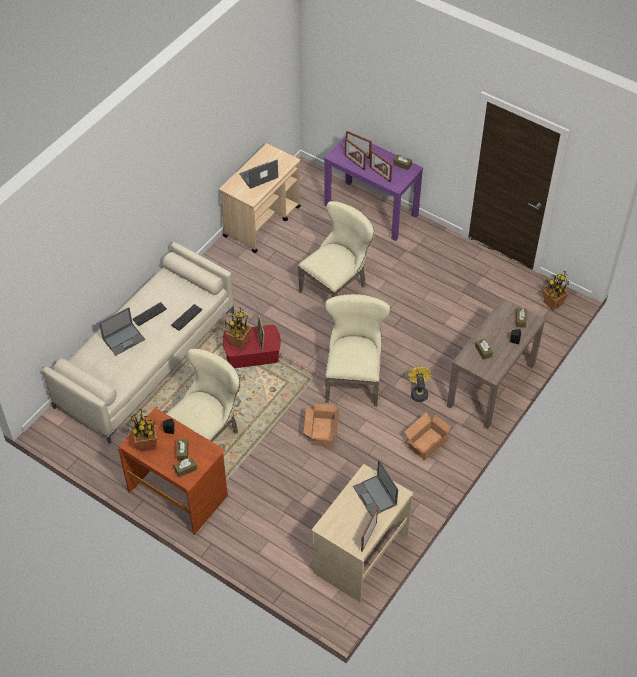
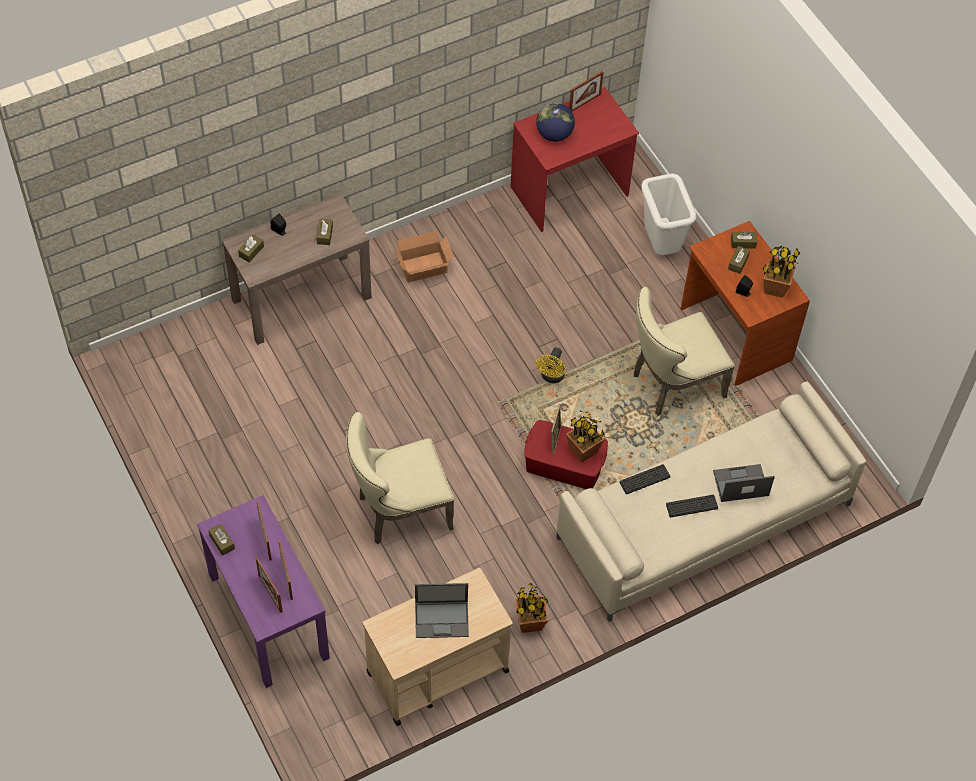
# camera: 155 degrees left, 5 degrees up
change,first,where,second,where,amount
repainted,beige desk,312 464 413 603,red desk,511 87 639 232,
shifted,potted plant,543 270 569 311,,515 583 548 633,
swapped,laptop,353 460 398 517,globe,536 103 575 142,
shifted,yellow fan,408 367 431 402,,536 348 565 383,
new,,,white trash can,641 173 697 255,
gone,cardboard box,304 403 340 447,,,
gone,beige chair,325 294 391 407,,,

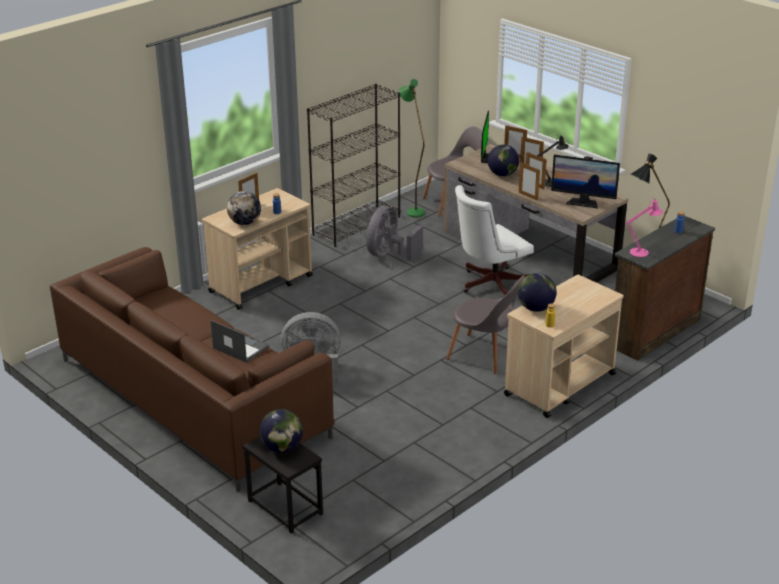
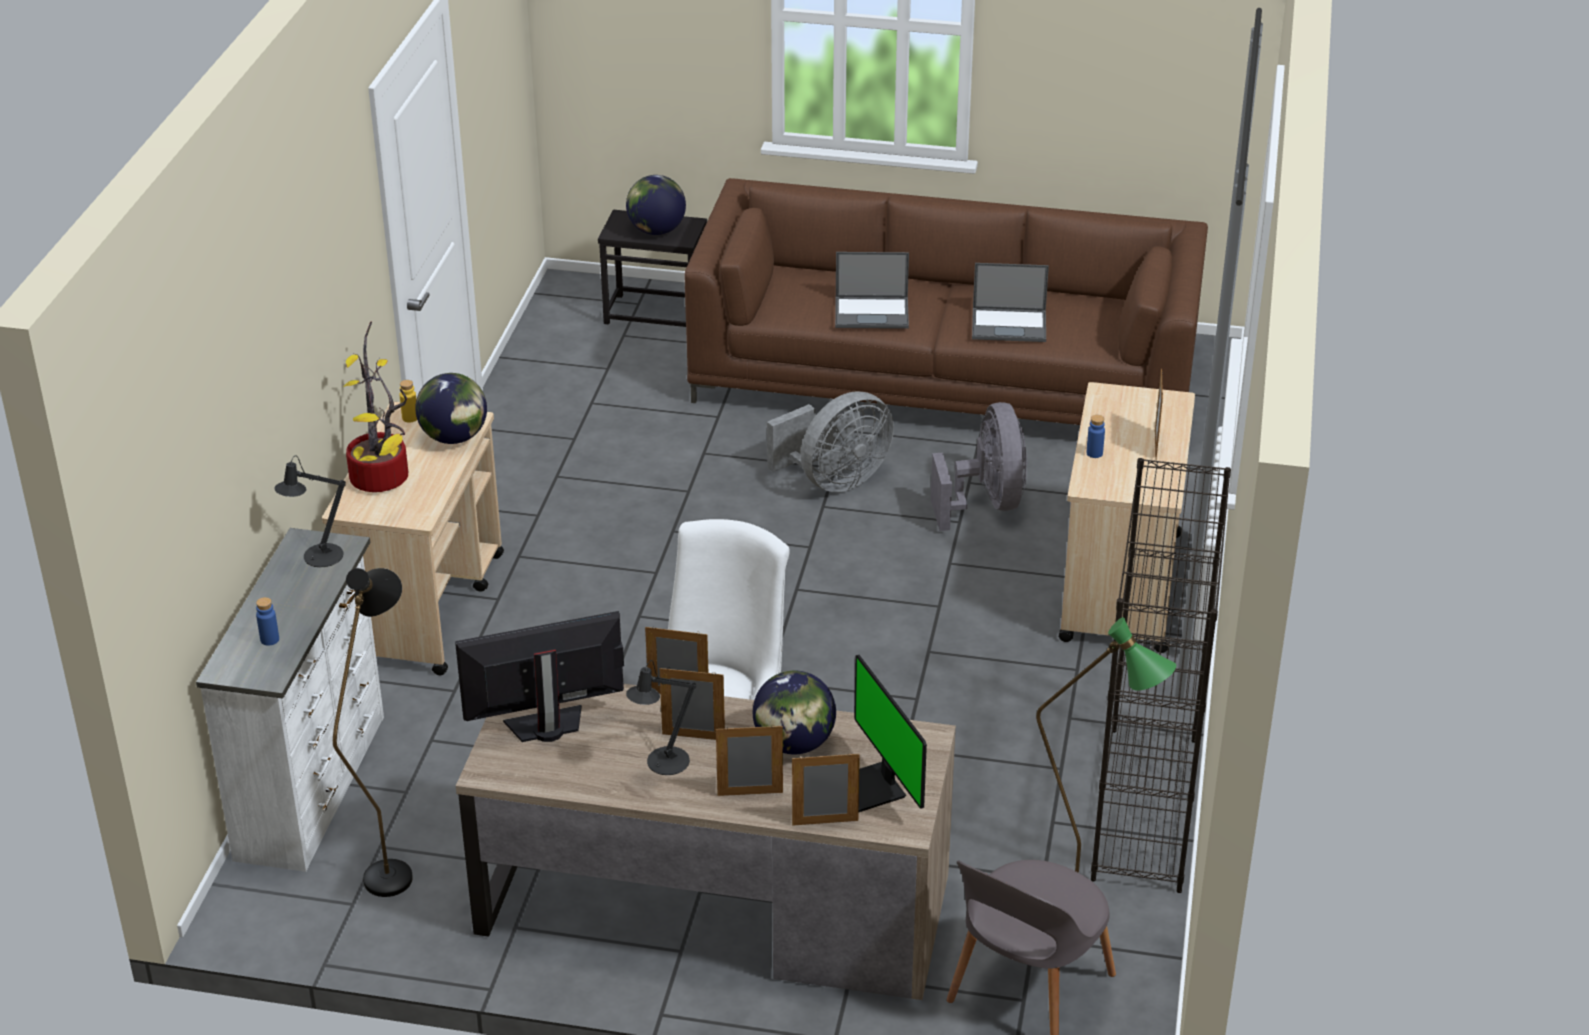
# camera: 145 degrees right, 5 degrees up
change,first,where,second,where,amount
repainted,brown dresser,614 216 715 361,white dresser,196 528 384 872,
repainted,pink table lamp,626 198 663 257,black table lamp,274 456 346 567,
new,,,potted plant,343 322 408 492,
shifted,grey fan,366 206 423 261,,931 402 1027 531,
new,,,laptop,972 263 1049 342,
gone,globe,227 191 261 225,,,
gone,grey chair,446 275 525 374,,,

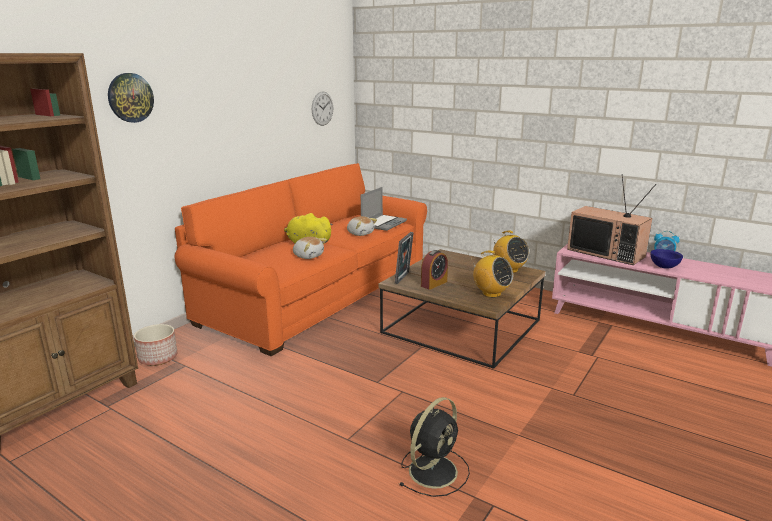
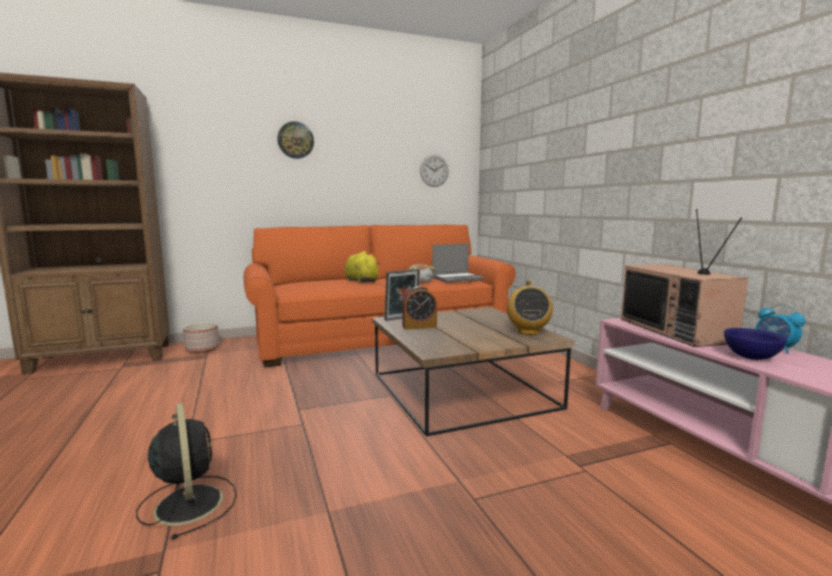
# camera: 35 degrees right, 10 degrees down
change,first,where,second,where,amount
rotated,black fan,400 397 470 497,,136 403 237 540,105 degrees counterclockwise
shifted,wall clock,108 73 154 123,,277 121 314 159,
gone,plush toy,293 237 327 259,,,
gone,radio,471 251 513 298,,,

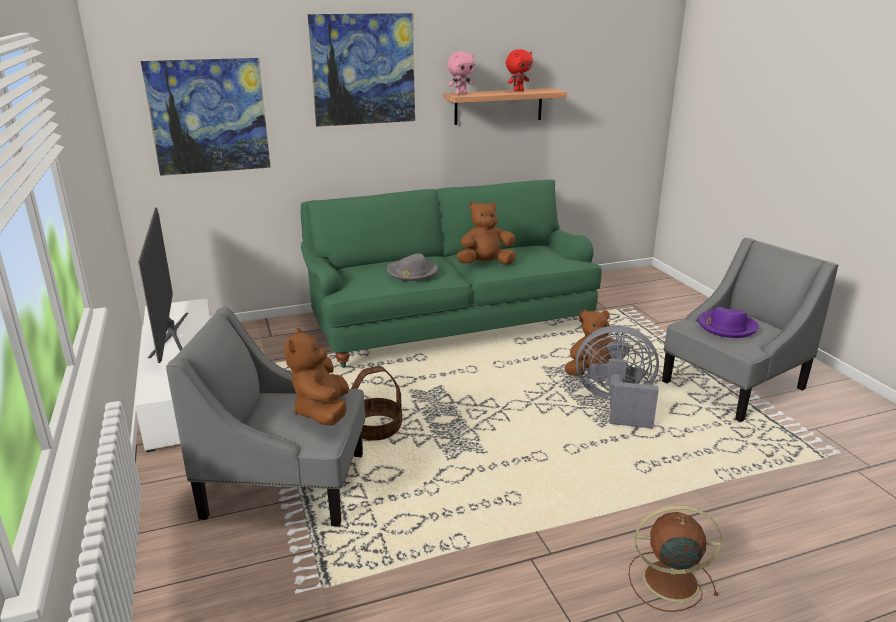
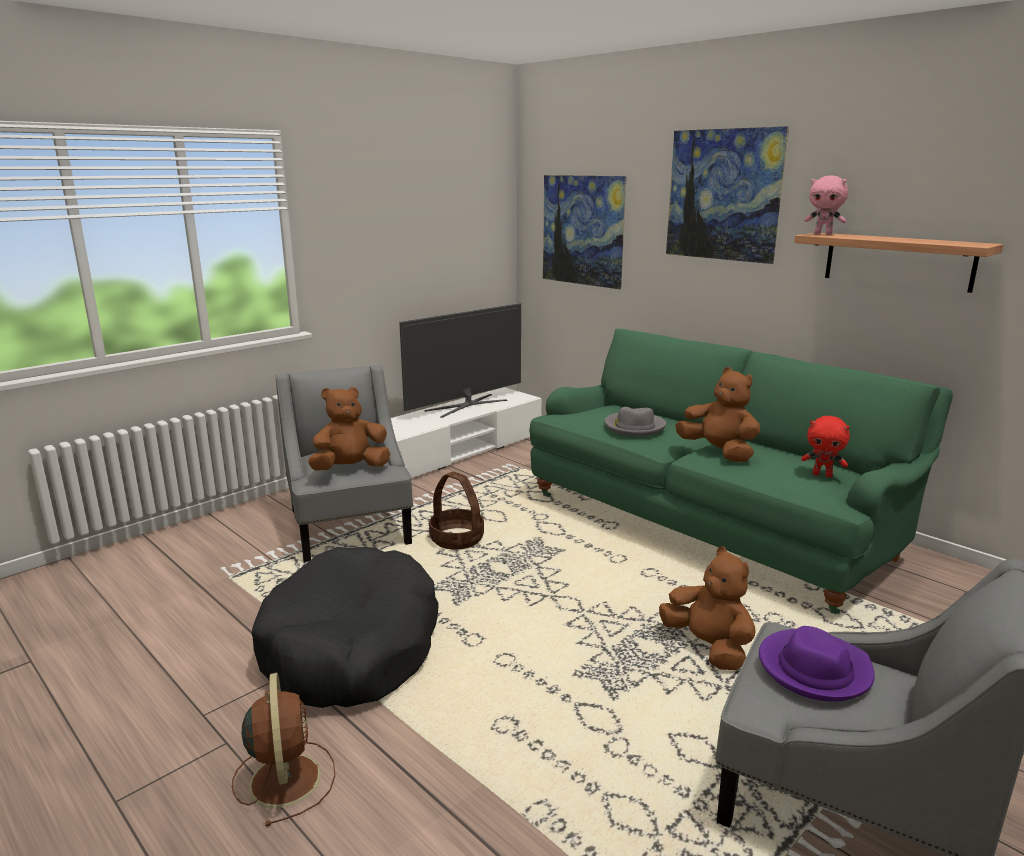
# camera: 65 degrees right, 5 degrees down
change,first,where,second,where,amount
new,,,black dog bed,252 547 439 708,
shifted,red plush toy,506 49 533 91,,801 416 850 477,
gone,grey fan,576 326 659 429,,,

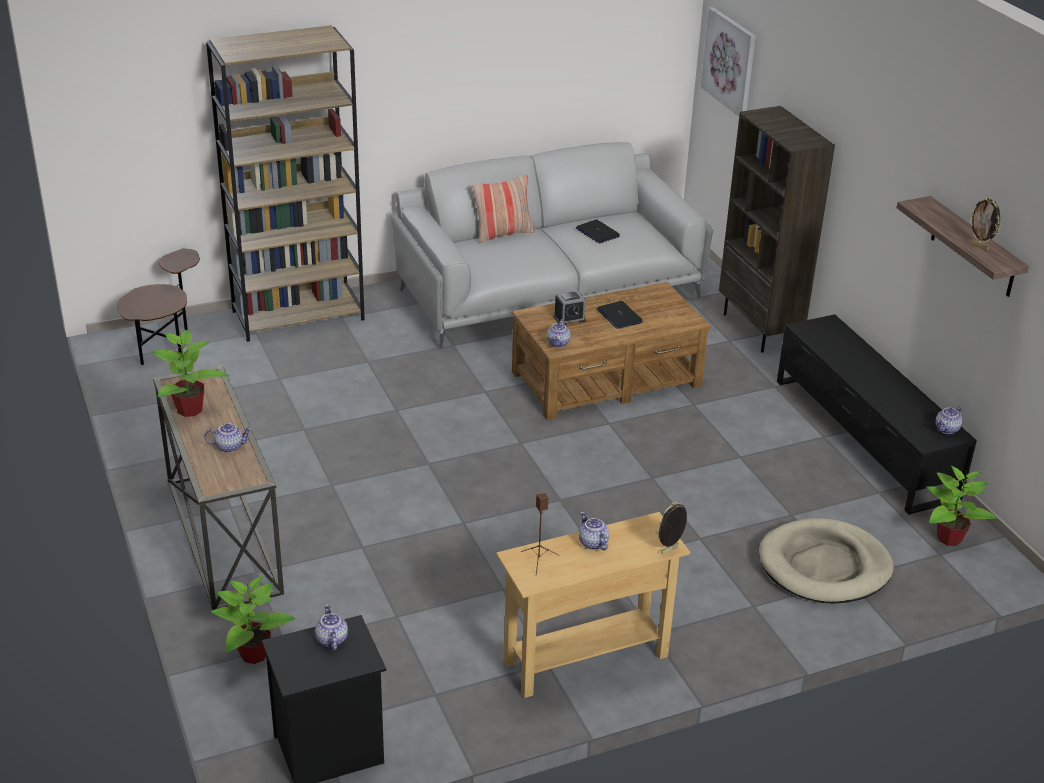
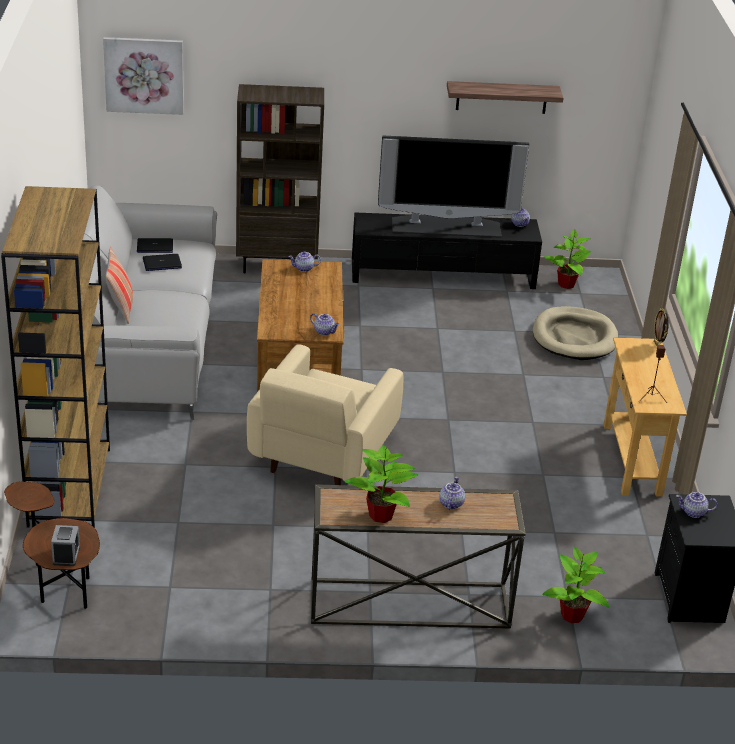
# camera: 70 degrees left, 0 degrees up
change,first,where,second,where,amount
shifted,alarm clock,553 290 586 325,,51 525 80 566,
shifted,laptop,597 301 643 329,,137 238 173 253,
new,,,beige armchair,247 344 403 485,
shifted,teapot,579 512 609 550,,288 251 321 272,
new,,,television,378 135 529 238,
gone,picture frame,970 197 1001 250,,,

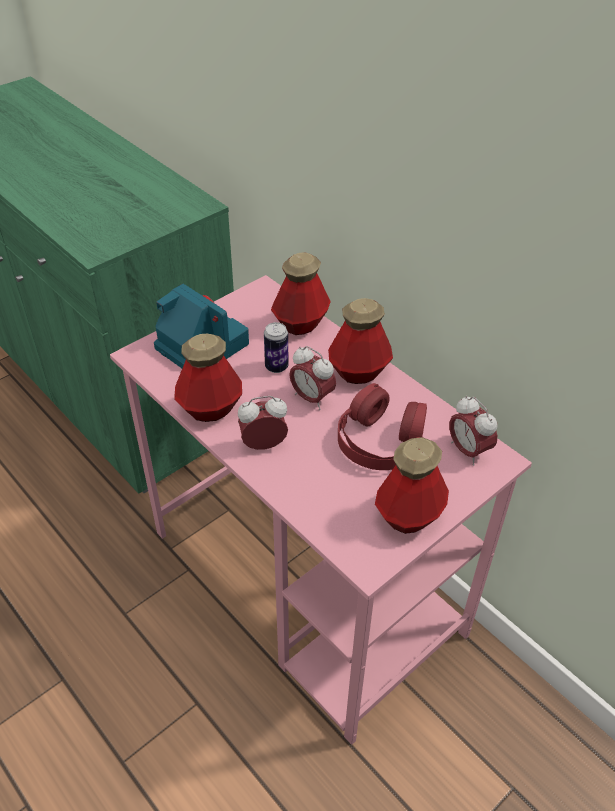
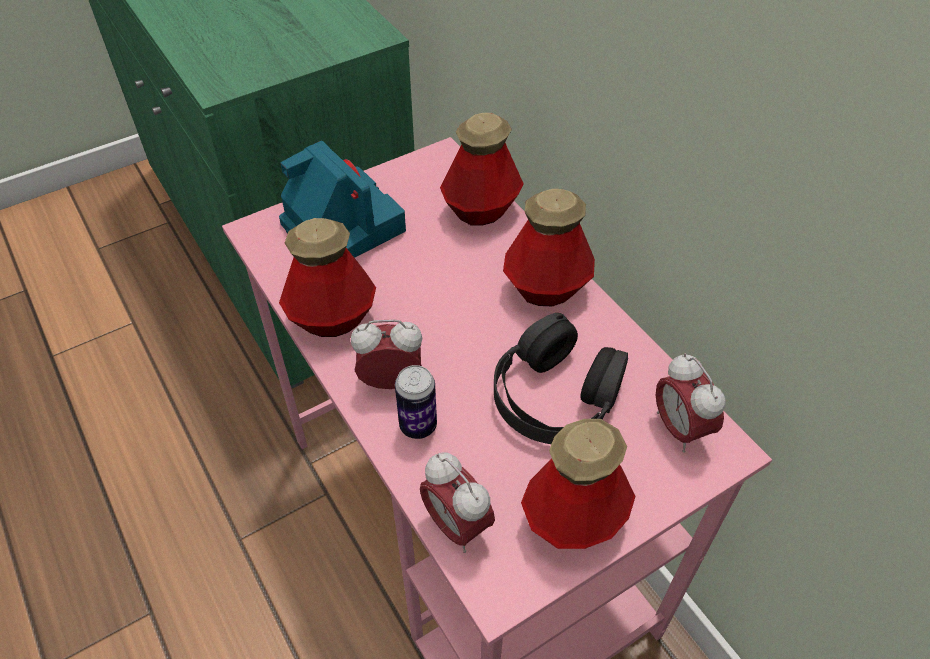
# camera: 10 degrees right, 5 degrees up
change,first,where,second,where,amount
shifted,can,264 322 289 373,,395 365 437 439,
shifted,alarm clock,289 346 336 410,,420 452 495 553,
repainted,red headphones,338 383 427 470,black headphones,494 313 628 444,

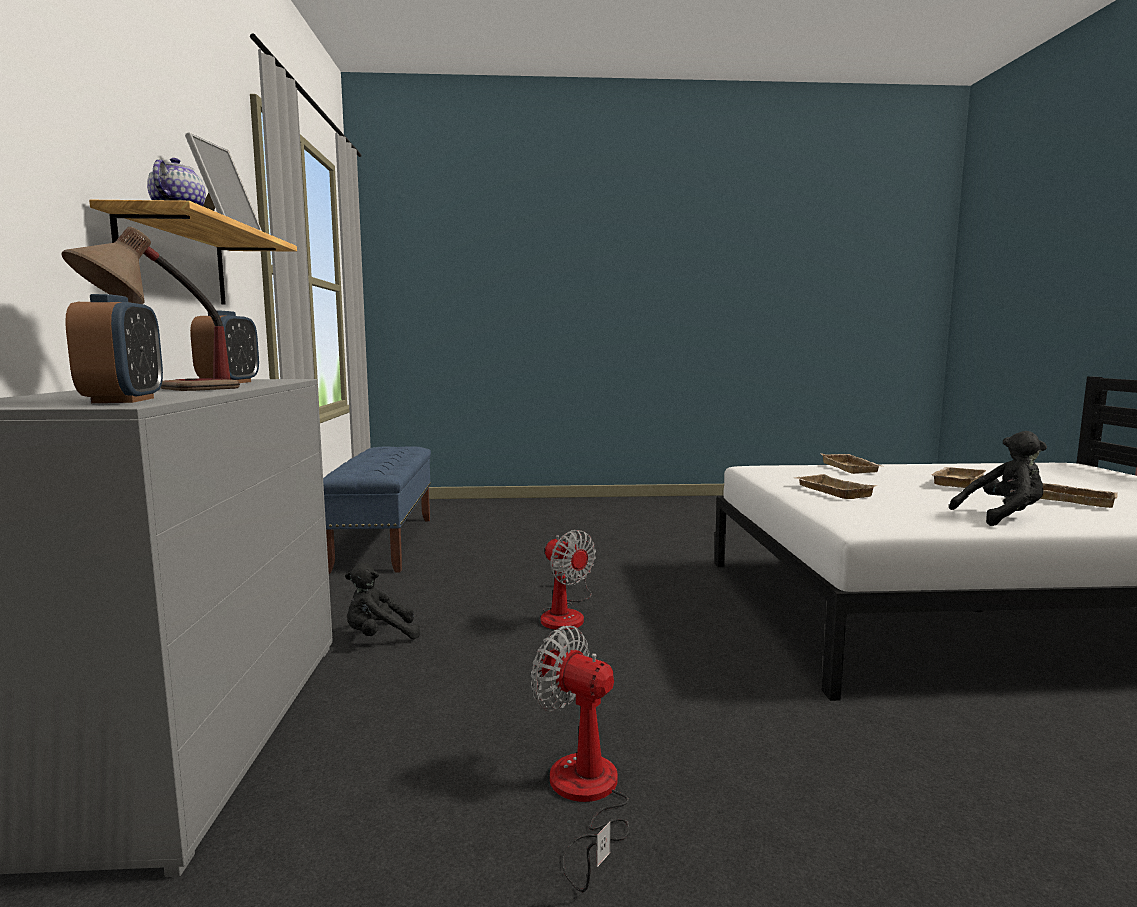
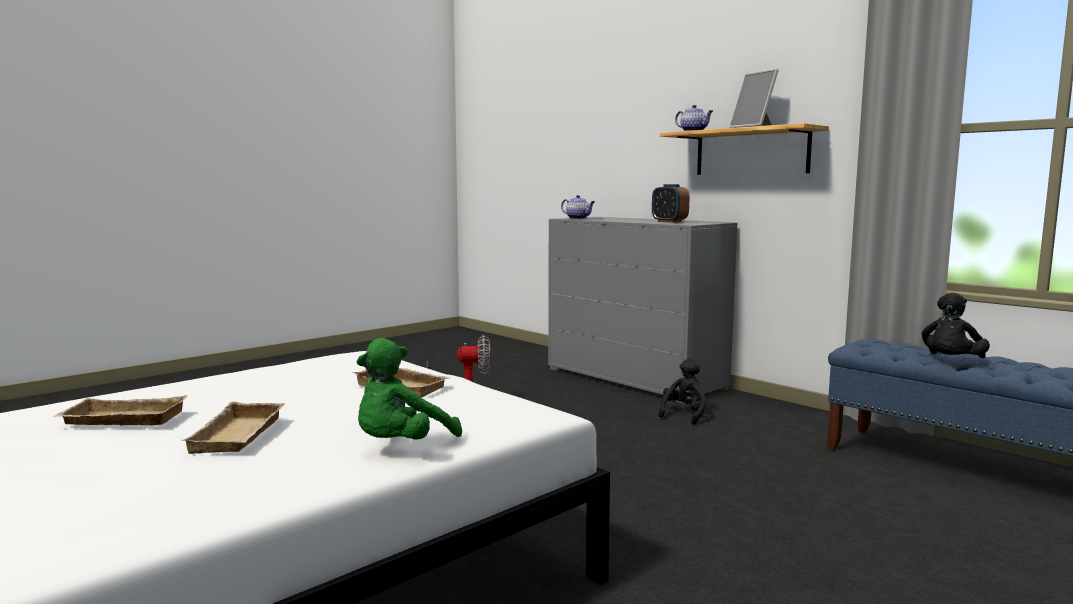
# camera: 140 degrees right, 0 degrees up
change,first,where,second,where,amount
swapped,beige tray,820 453 882 474,green plush toy,357 338 462 439,
swapped,alarm clock,65 294 163 403,teapot,561 195 595 219,
shifted,black plush toy,949 431 1047 526,,922 293 990 358,
gone,table lamp,61 227 240 391,,,
gone,fan,541 530 596 630,,,

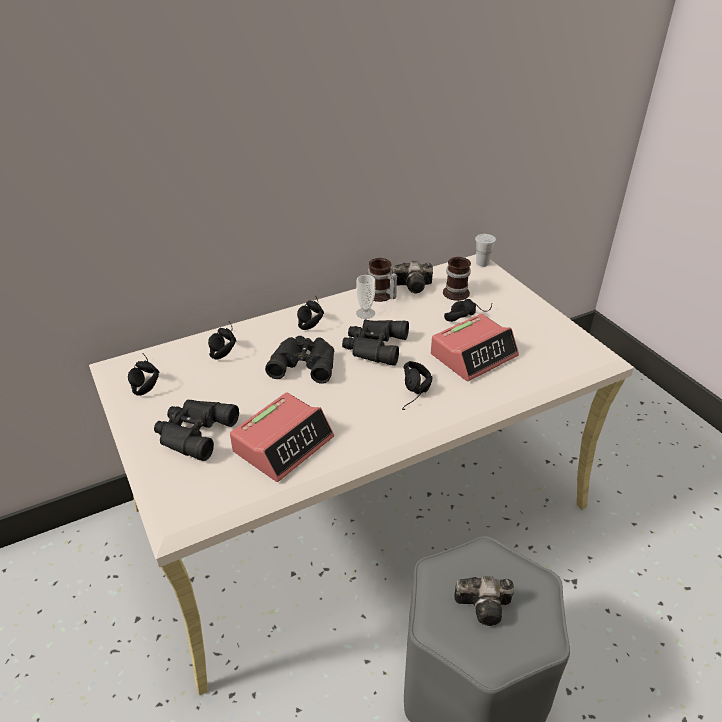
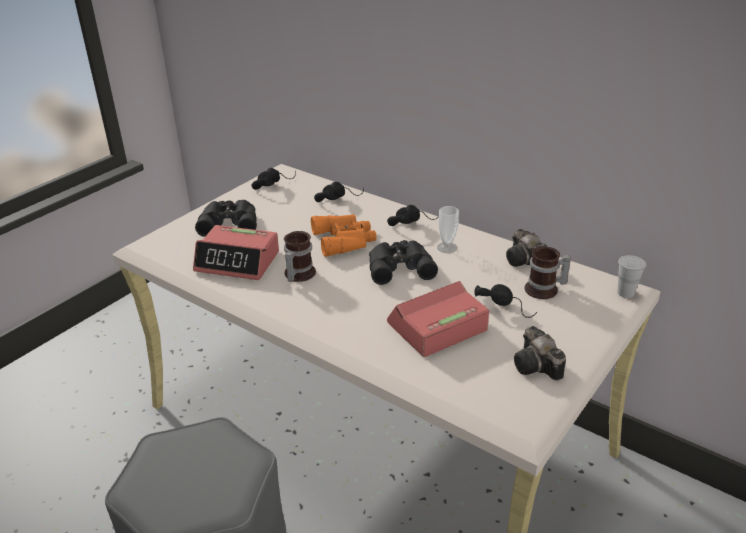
# camera: 65 degrees right, 5 degrees down
change,first,where,second,where,amount
shifted,mug,368 258 397 302,,284 231 316 282,
repainted,black binoculars,265 336 334 384,orange binoculars,311 214 377 257,
rotated,alarm clock,431 314 519 381,,387 281 489 357,120 degrees clockwise
shifted,photo camera,454 576 514 626,,514 326 566 381,
gone,black headphones,402 361 433 410,,,

